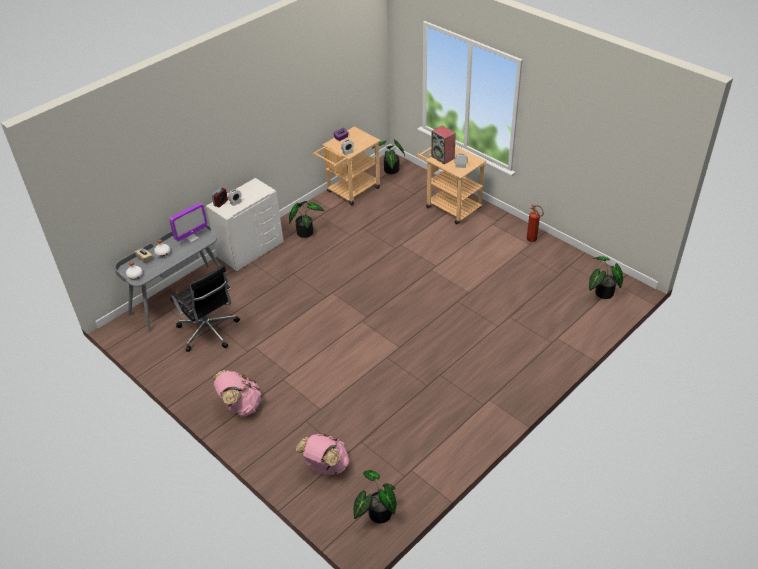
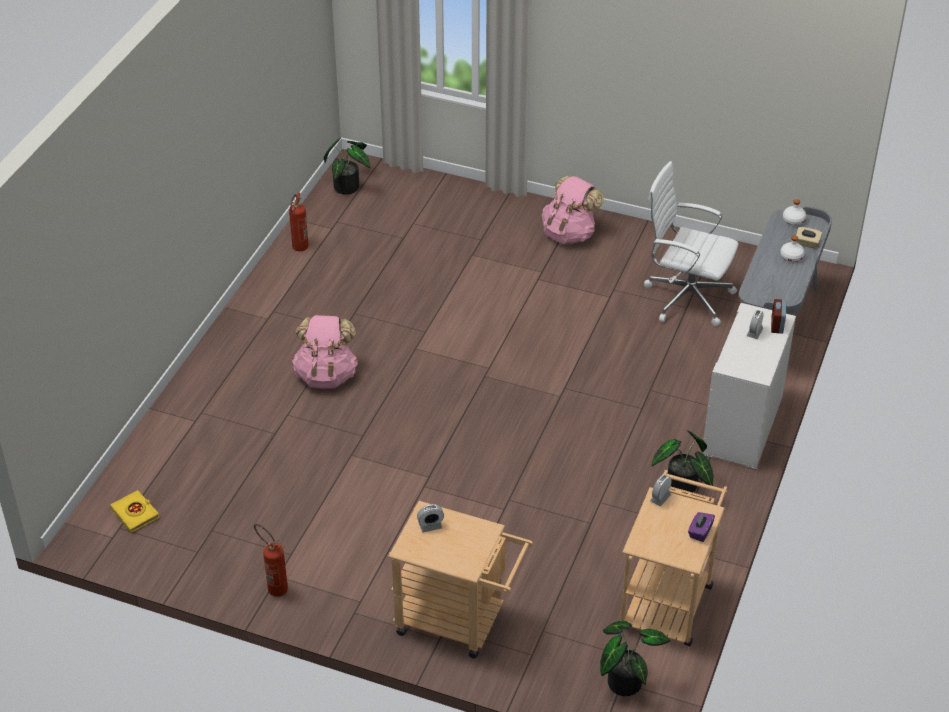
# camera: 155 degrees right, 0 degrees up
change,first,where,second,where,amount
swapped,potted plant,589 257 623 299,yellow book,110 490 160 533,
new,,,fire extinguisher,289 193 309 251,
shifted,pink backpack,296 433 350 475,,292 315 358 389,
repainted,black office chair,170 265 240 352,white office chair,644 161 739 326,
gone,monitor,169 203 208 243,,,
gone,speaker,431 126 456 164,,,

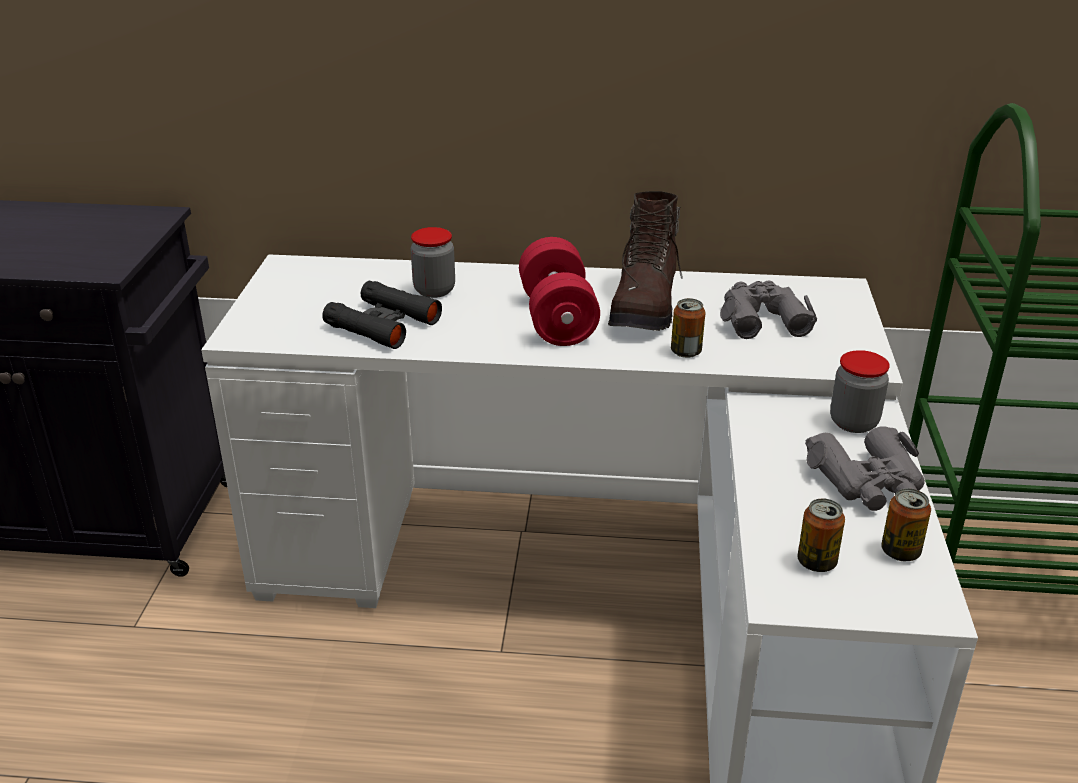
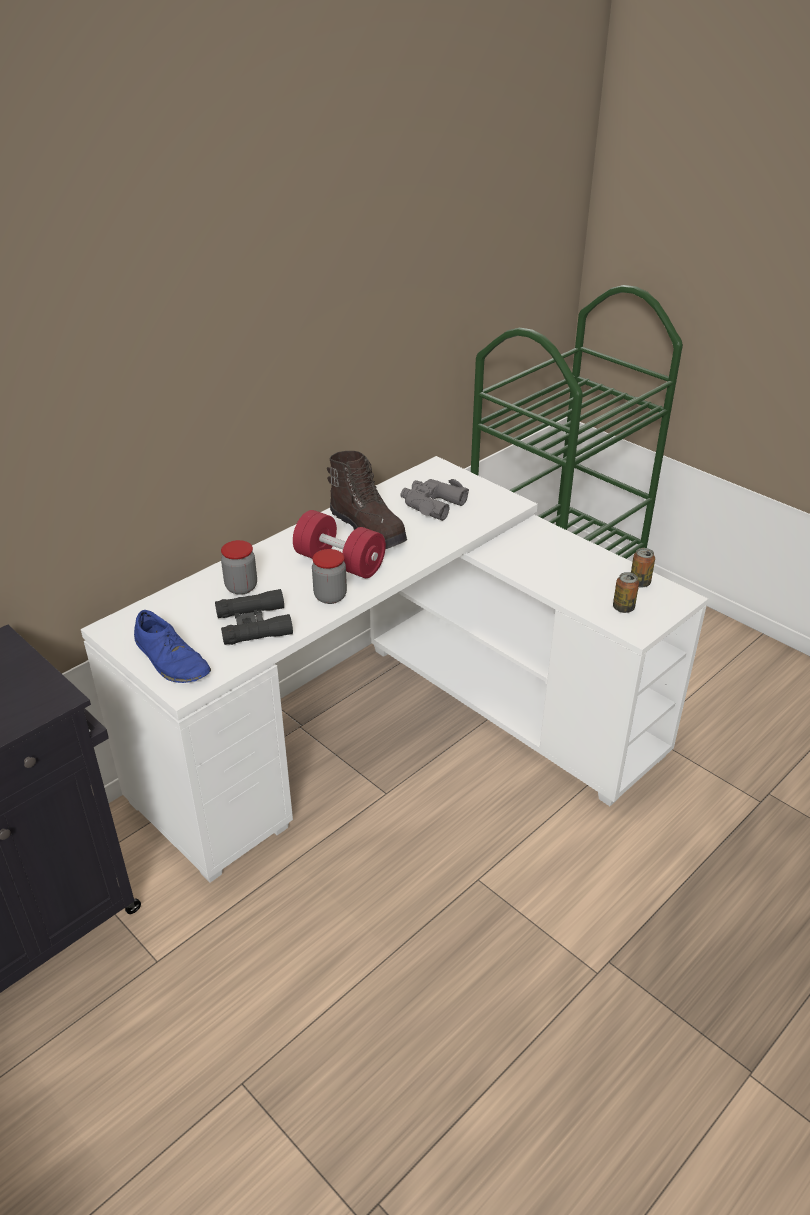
# camera: 50 degrees left, 5 degrees up
change,first,where,second,where,amount
new,,,blue shoe,134 610 211 683,
shifted,jar,830 350 890 433,,312 549 347 604,
gone,can,671 298 706 358,,,
gone,grey binoculars,805 426 925 511,,,

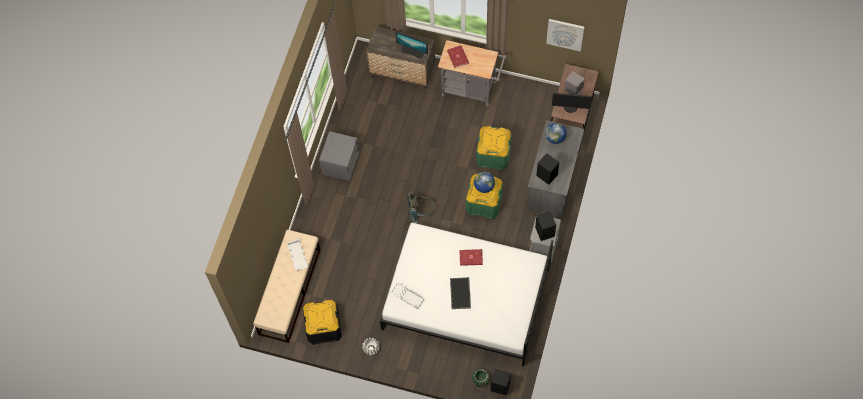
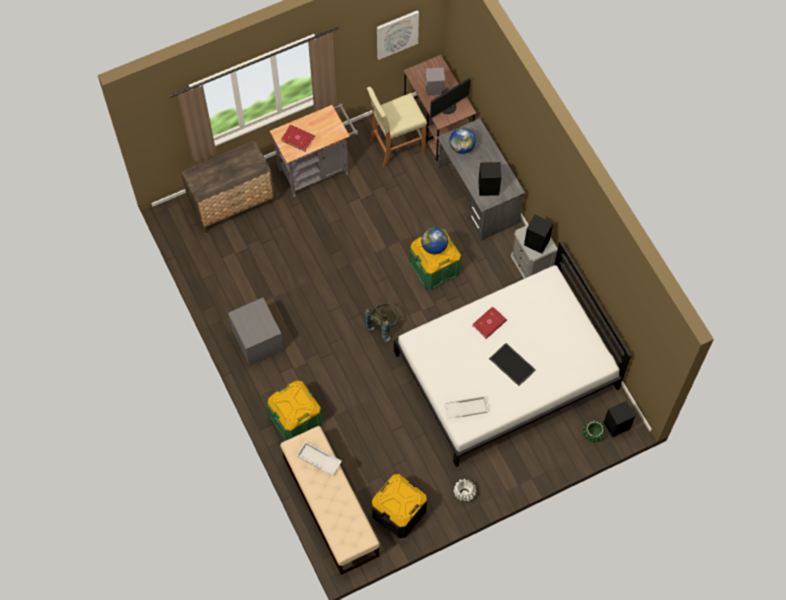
# camera: 45 degrees left, 0 degrees up
change,first,where,second,where,amount
shifted,green storage box,476 126 512 170,,267 381 323 440,
new,,,beige stool,367 87 427 168,
gone,monitor,396 32 428 59,,,

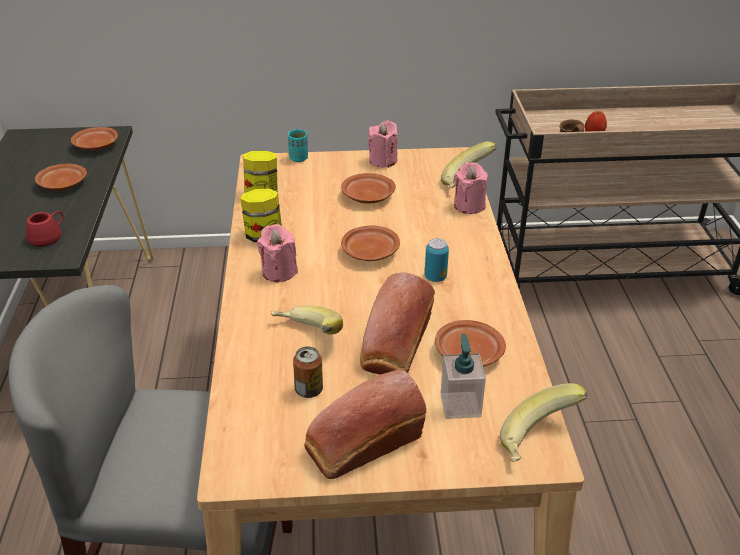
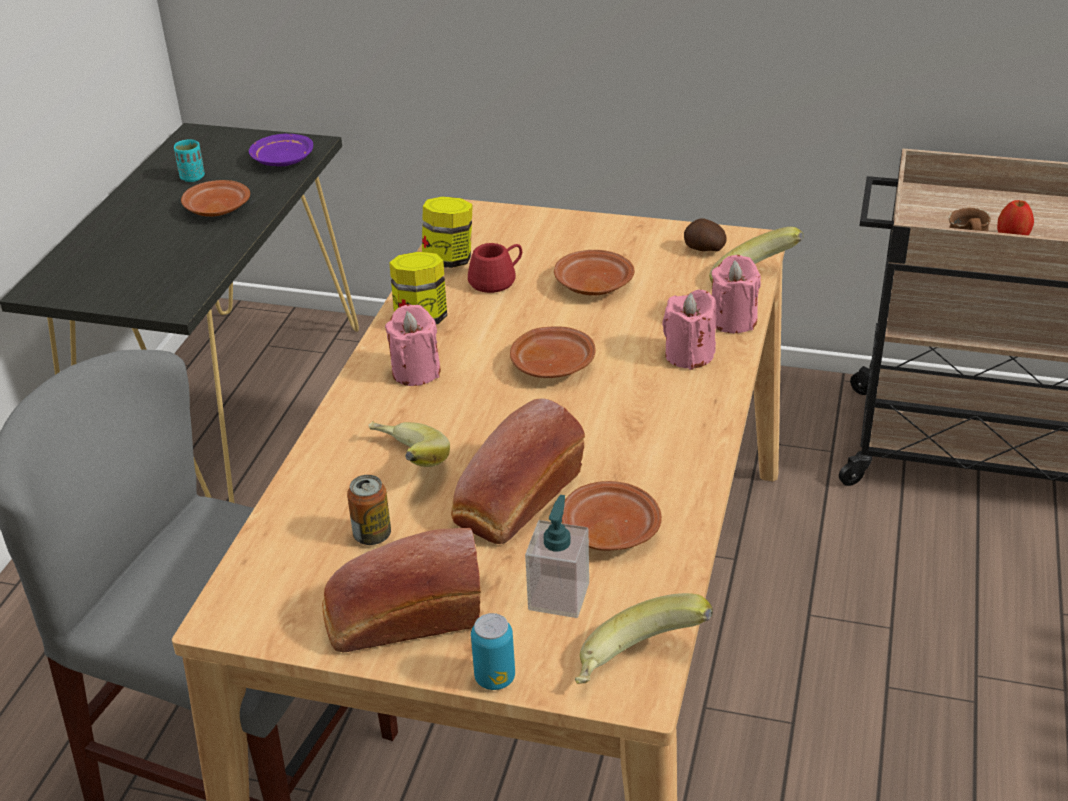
# camera: 20 degrees right, 0 degrees up
change,first,where,second,where,amount
shifted,turquoise cup,288 129 308 162,,174 140 205 182,
repainted,brown plate,71 127 118 151,purple plate,249 134 313 166,
shifted,red mug,26 210 64 246,,468 243 522 293,
shifted,can,425 238 449 282,,471 613 515 690,
shifted,pink candle,368 120 398 168,,662 289 716 370,
new,,,potato,684 218 727 251,

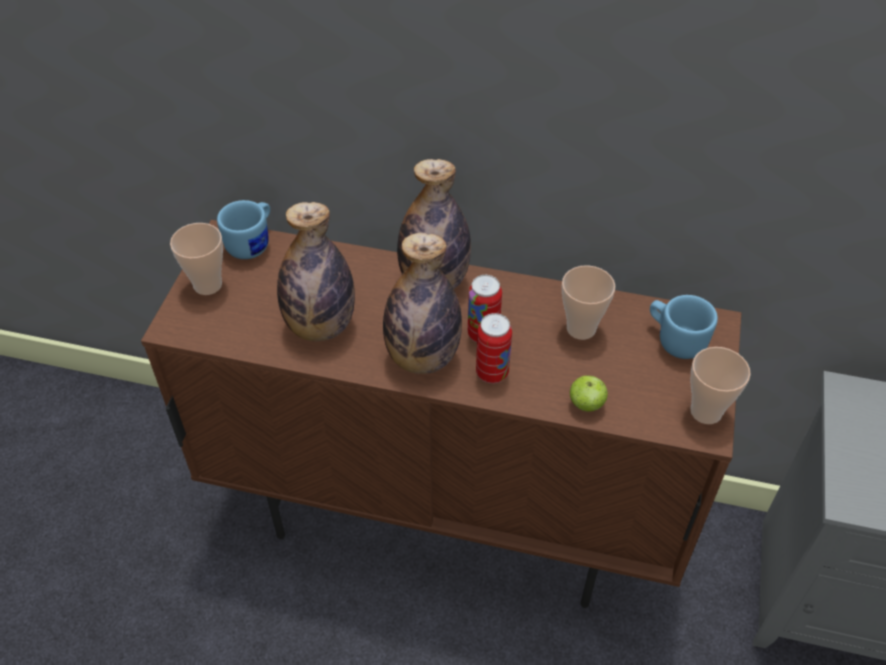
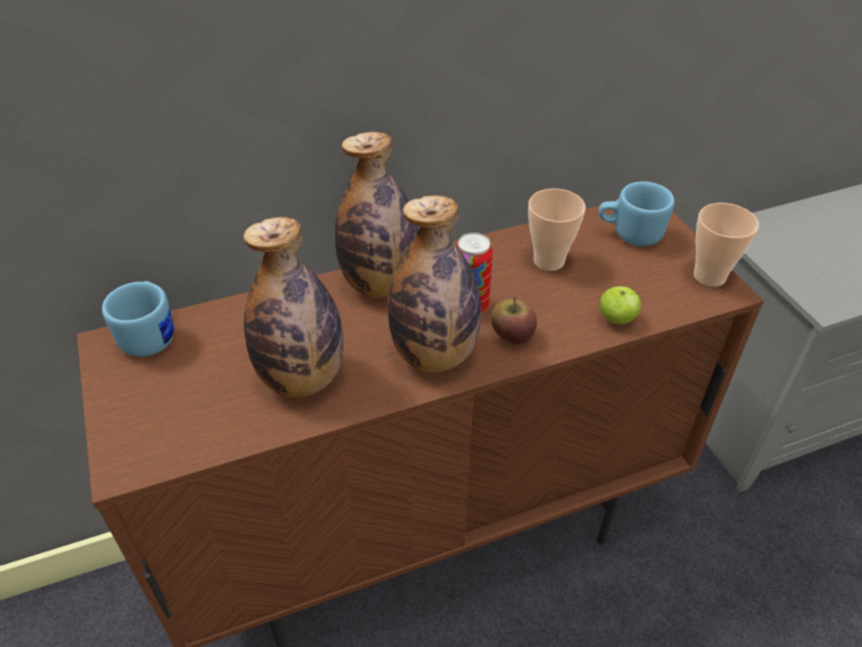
# camera: 35 degrees left, 5 degrees down
change,first,where,second,where,amount
swapped,can,476 313 512 384,apple,491 297 537 344,
gone,cup,170 223 223 295,,,

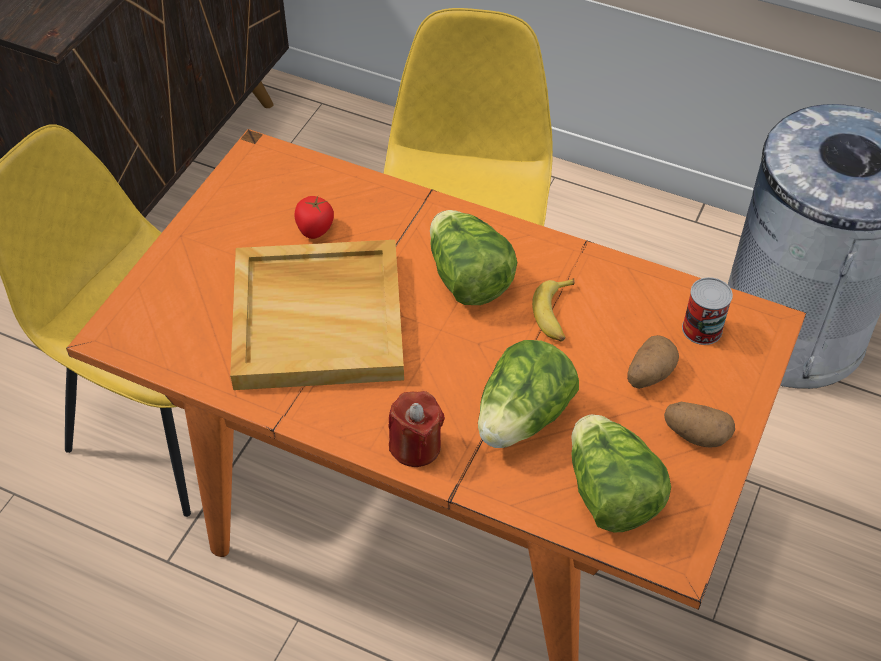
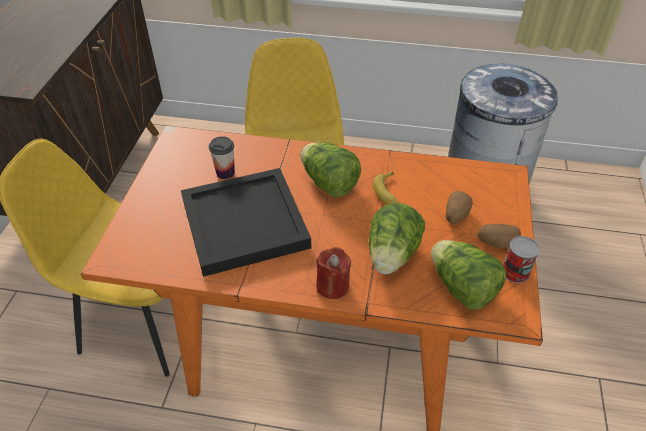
# camera: 15 degrees left, 5 degrees down
change,first,where,second,where,amount
repainted,beige tray,230 240 404 390,black tray,181 168 311 277,
swapped,tomato,295 196 334 239,cup,209 136 235 179,
shifted,can,682 277 733 345,,503 236 540 283,

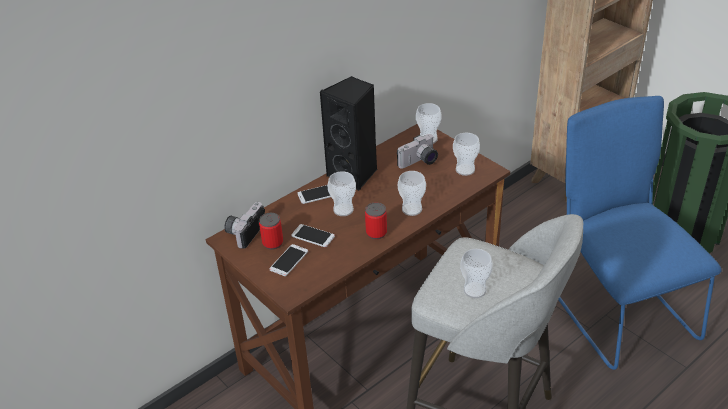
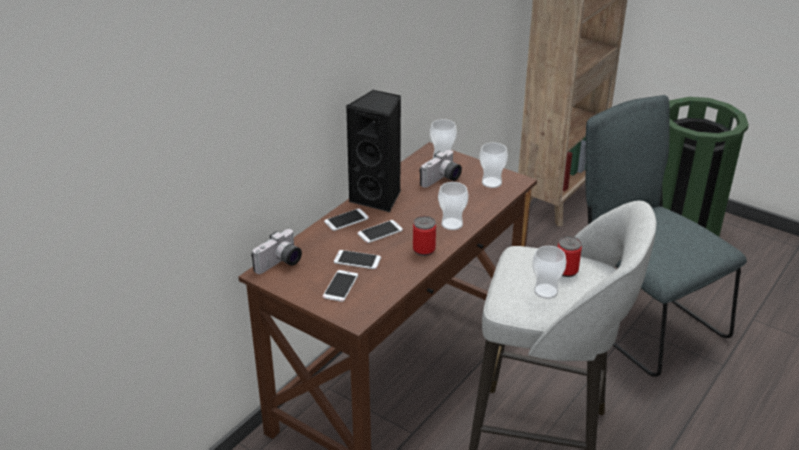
# camera: 15 degrees left, 5 degrees down
change,first,where,second,where,amount
rotated,photo camera,224 202 265 249,,251 229 302 274,150 degrees counterclockwise
swapped,cup,327 171 356 216,phone,358 220 403 243,
shifted,can,259 213 283 250,,558 236 582 277,
repainted,blue chair,558 96 722 370,grey chair,586 95 747 377,

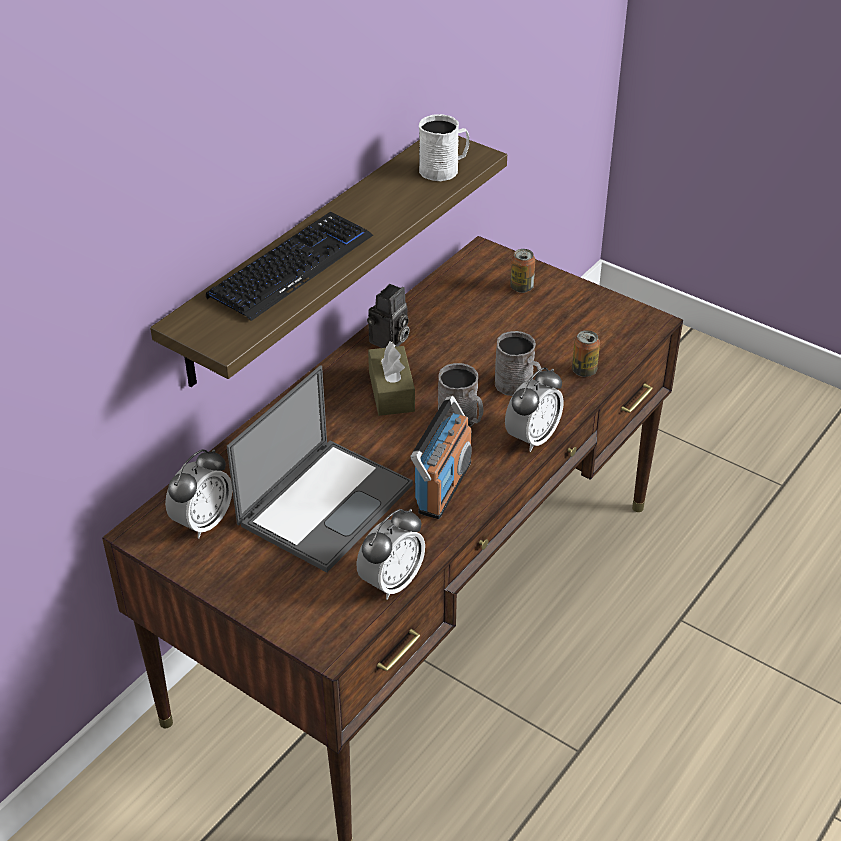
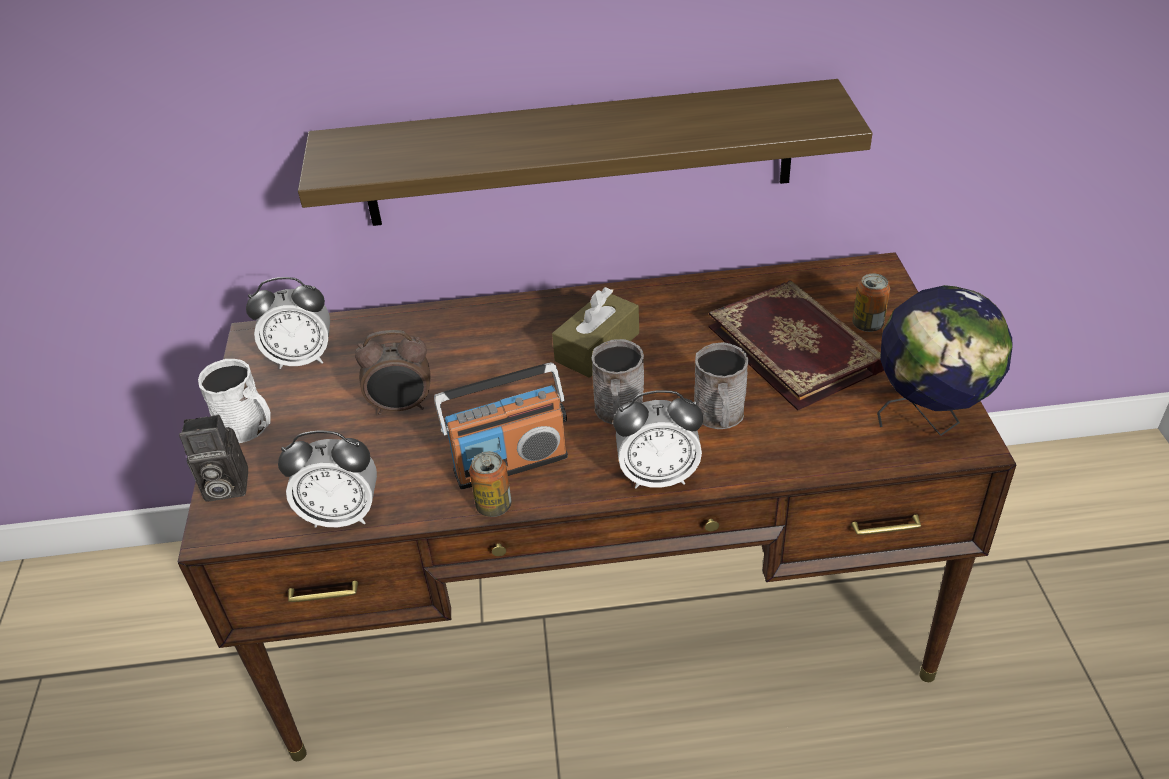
# camera: 50 degrees right, 0 degrees up
change,first,where,second,where,amount
shifted,photo camera,367 284 410 348,,179 414 248 501,
shifted,white mug,419 114 469 181,,198 359 271 443,
swapped,laptop,227 365 413 572,alarm clock,355 330 431 415,
shifted,can,572 330 600 377,,469 451 512 517,
new,,,book,709 281 884 410,
new,,,globe,877 285 1013 436,
gone,keyboard,206 212 373 321,,,

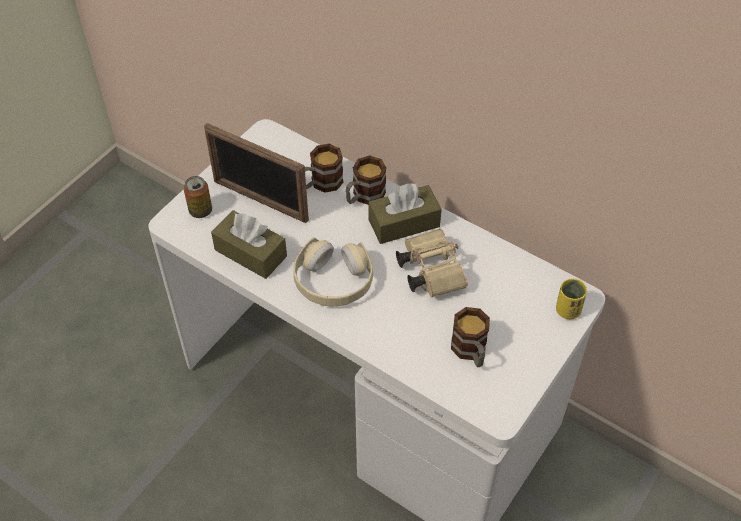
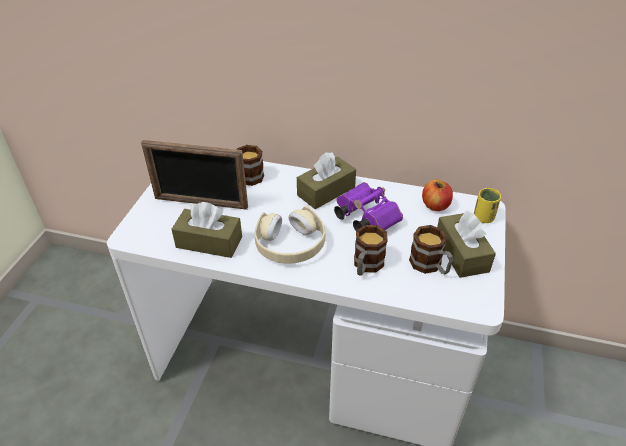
# camera: 20 degrees left, 10 degrees down
change,first,where,second,where,amount
repainted,beige binoculars,396 229 468 297,purple binoculars,334 182 403 231,
shifted,mug,346 155 386 205,,354 225 388 276,
new,,,apple,422 179 453 211,
new,,,brown tissue box,437 210 496 278,
gone,can,184 176 212 218,,,

